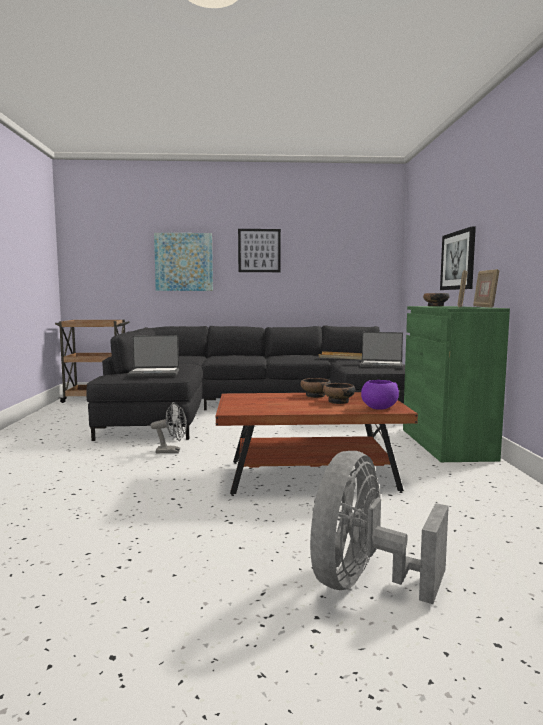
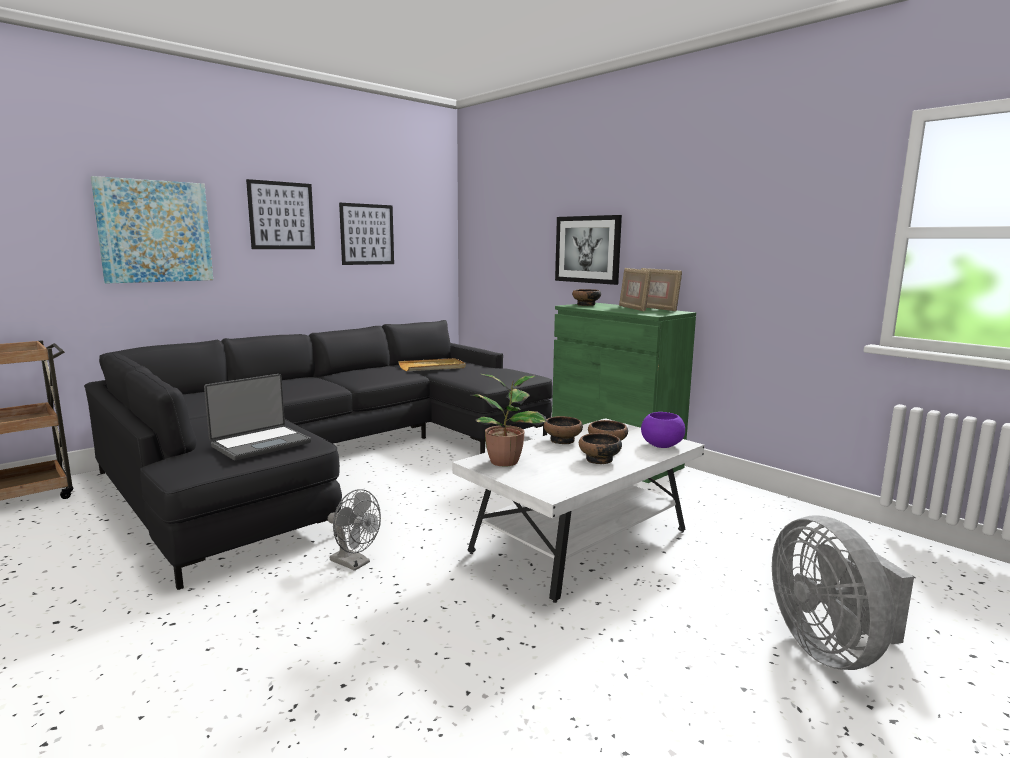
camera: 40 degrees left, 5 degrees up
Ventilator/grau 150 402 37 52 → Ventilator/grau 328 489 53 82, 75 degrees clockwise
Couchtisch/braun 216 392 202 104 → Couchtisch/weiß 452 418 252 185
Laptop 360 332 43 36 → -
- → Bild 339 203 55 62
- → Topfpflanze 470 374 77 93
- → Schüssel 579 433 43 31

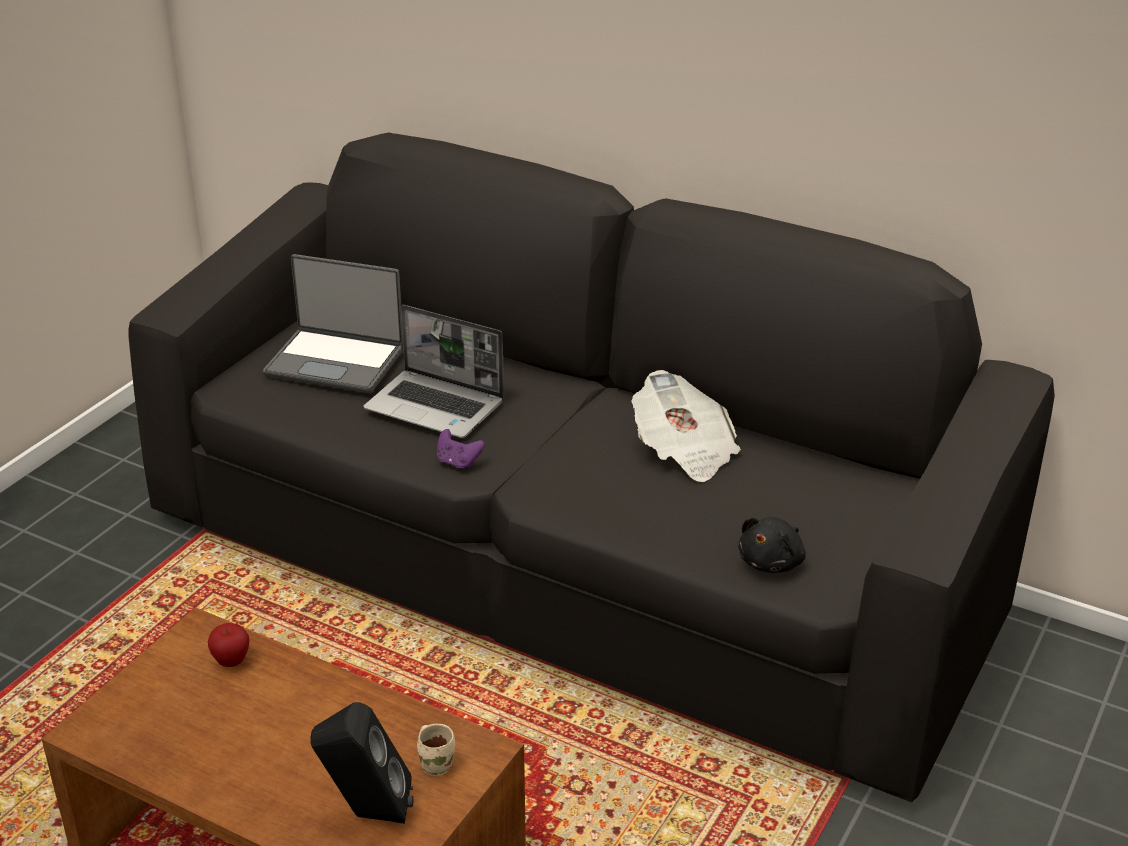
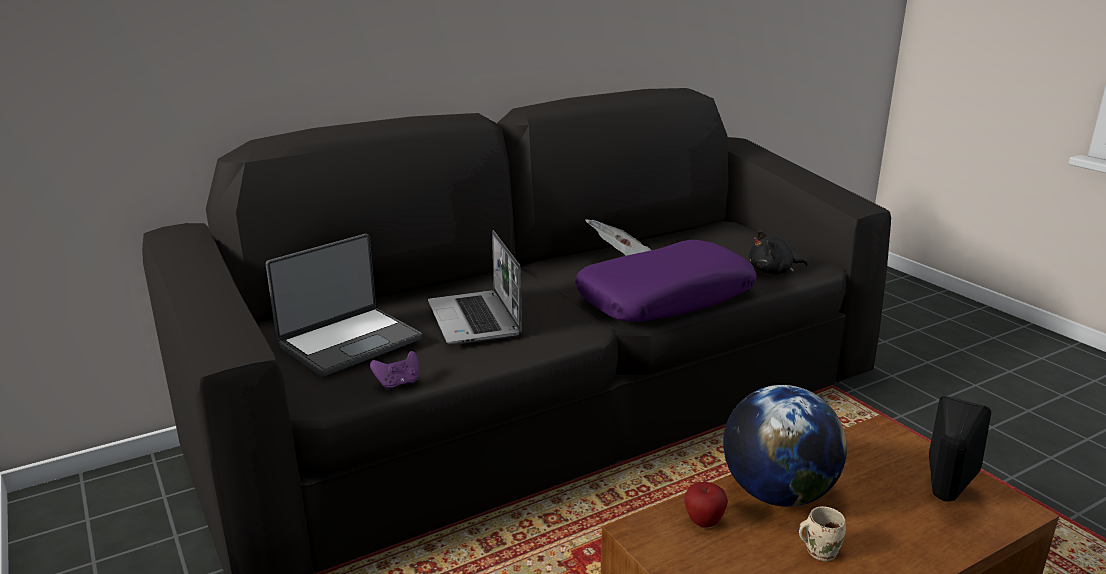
camera: 60 degrees left, 10 degrees down
Laptop 363 305 141 133 → Laptop 428 230 94 114, 105 degrees clockwise
Henkelbecher/beige 417 724 38 52 → Henkelbecher/beige 798 506 48 55, shifted
Gamepad/lila 437 429 48 41 → Gamepad/lila 370 351 49 39, shifted
Plüschtier/schwarz 738 517 68 56 → Plüschtier/schwarz 749 231 59 43, 105 degrees clockwise
- → Kissen/lila 575 240 182 82
- → Globus 723 385 124 122

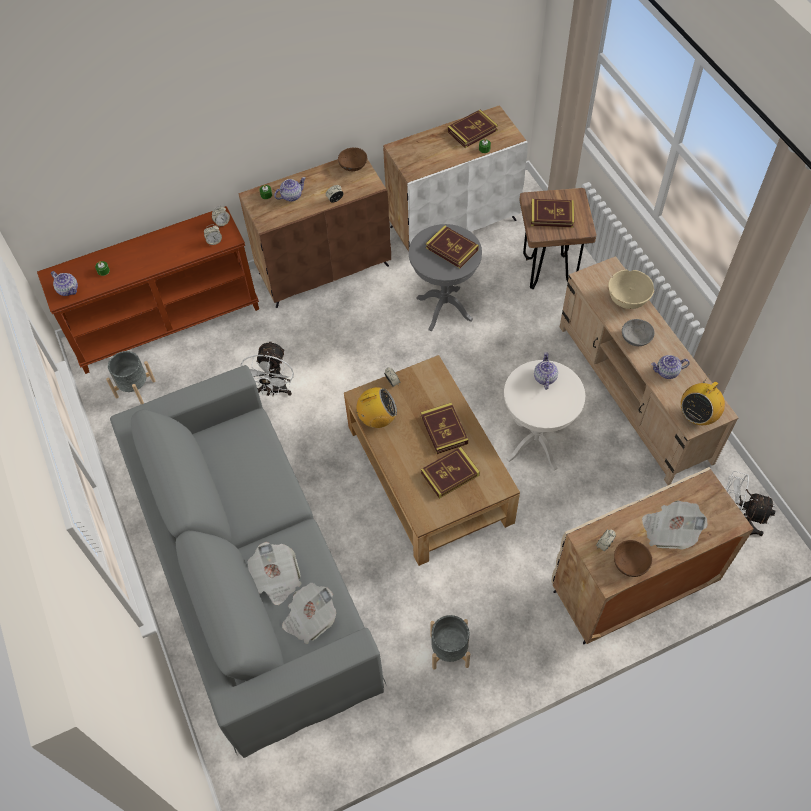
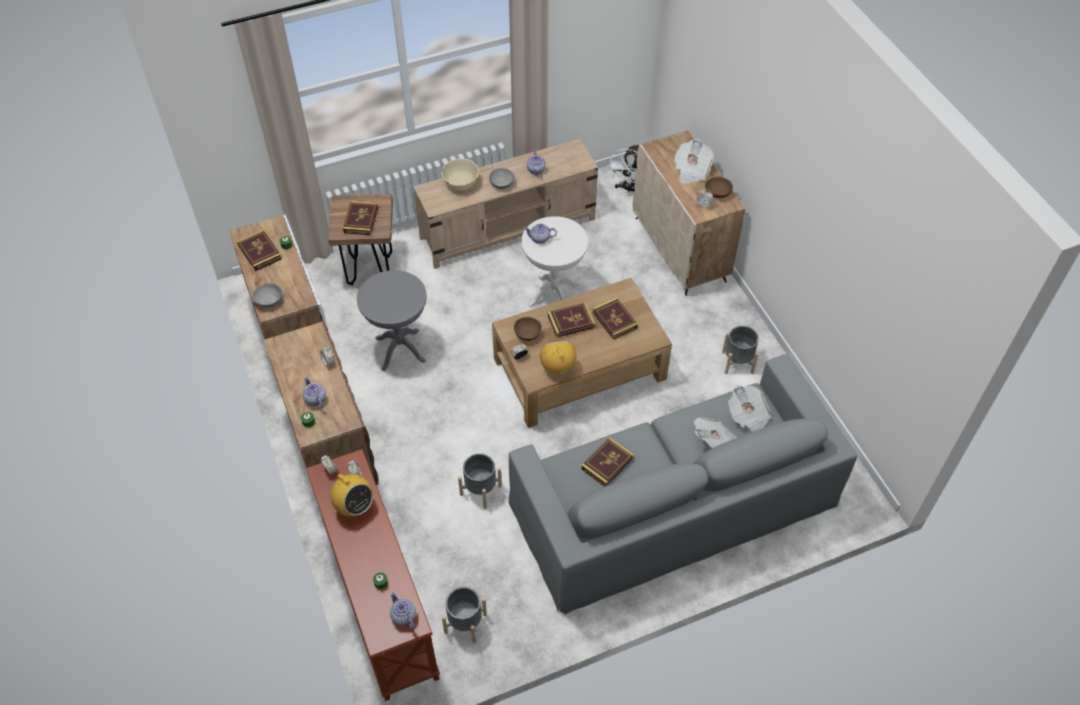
camera: 90 degrees left, 5 degrees down
Teekanne 51 271 27 25 → Teekanne 390 592 26 38, 75 degrees counterclockwise
Ventilator/weiß 241 340 53 56 → Pflanzkübel/grau 458 453 44 56
Schüssel/braun 338 148 29 23 → Schüssel/braun 514 317 28 24, shifted
Buch 426 225 53 43 → Buch 582 438 52 48, shifted
Radio 681 374 44 51 → Radio 326 474 47 43, shifted
- → Schüssel/grau 252 283 30 25

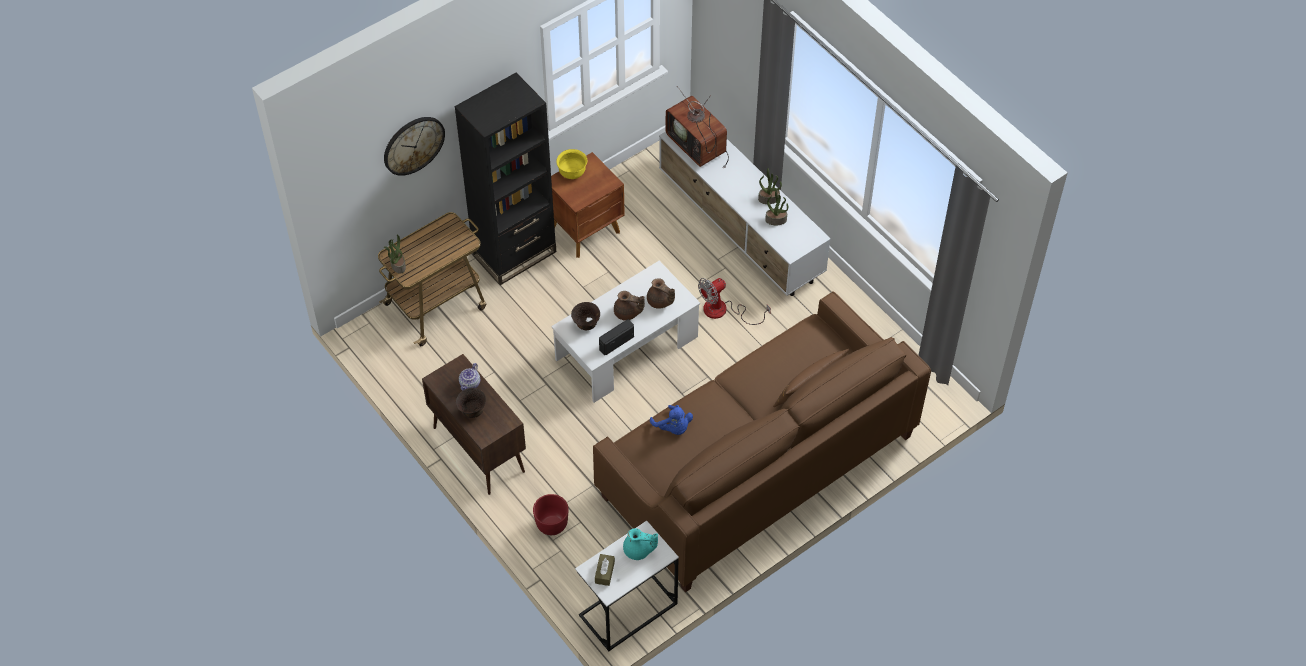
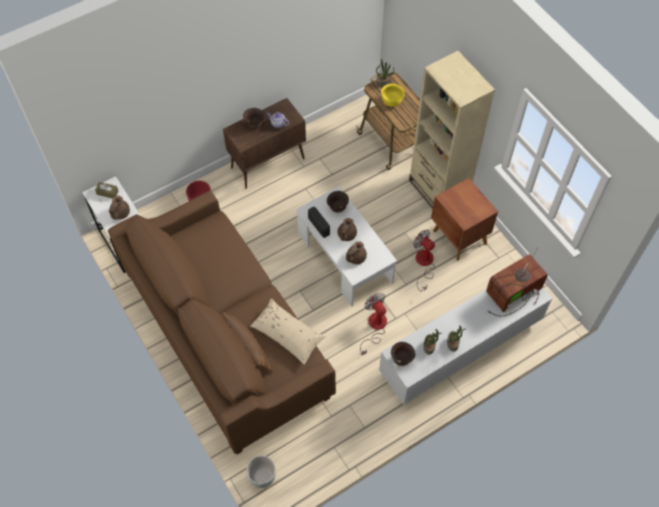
camera: 95 degrees right, 5 degrees up
Wanduhr 384 117 61 59 → -
Bücherregal/schwarz 454 73 102 212 → Bücherregal/beige 409 51 86 158
Schüssel/gelb 556 149 31 30 → Schüssel/gelb 381 84 24 23, shifted
Teekanne/türkis 623 528 35 32 → Teekanne/braun 109 196 21 24
Plüschtier/blau 650 405 43 30 → -
- → Pflanzkübel/grau 246 455 30 33
- → Kissen/beige 250 299 76 66
- → Schüssel/braun 391 342 24 24
- → Ventilator 413 229 22 63

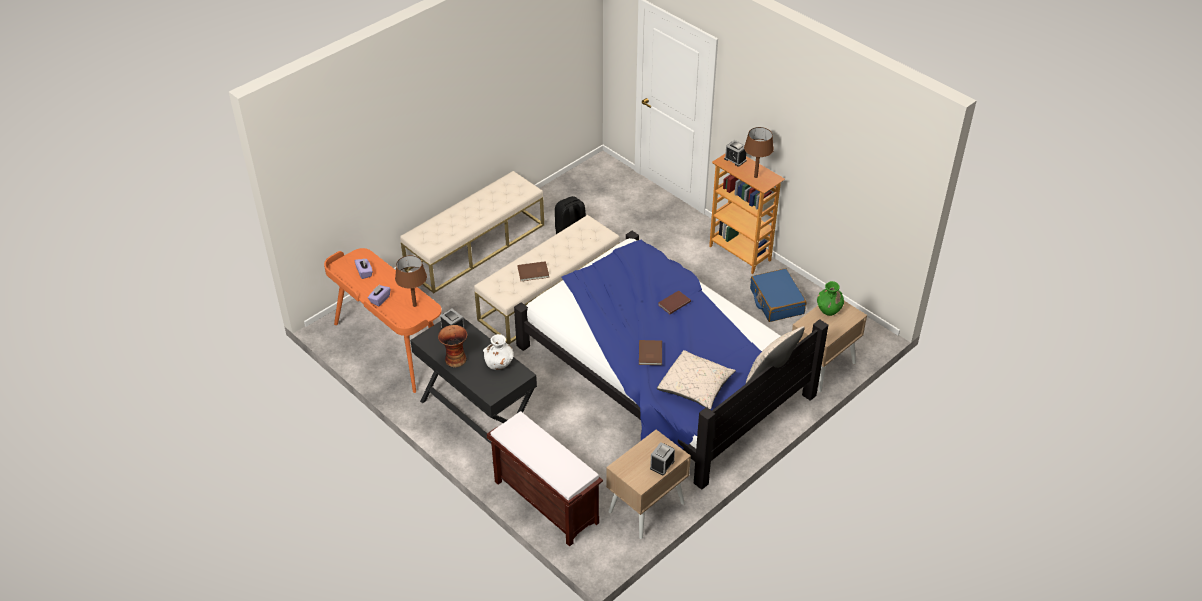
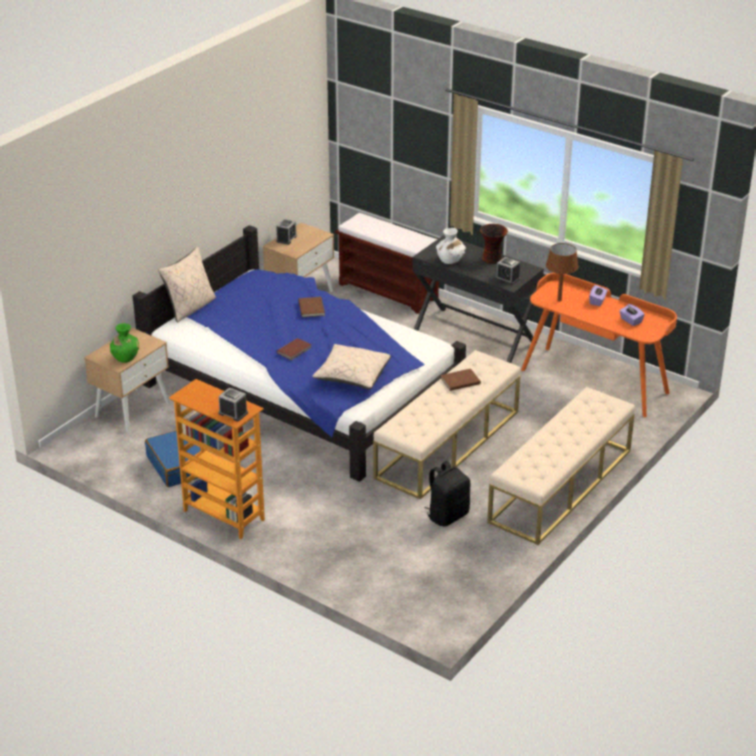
camera: 170 degrees right, 10 degrees down
Kissen/beige 657 350 79 59 → Kissen/beige 312 344 79 46, shifted
Tischlampe/braun 744 127 30 51 → -

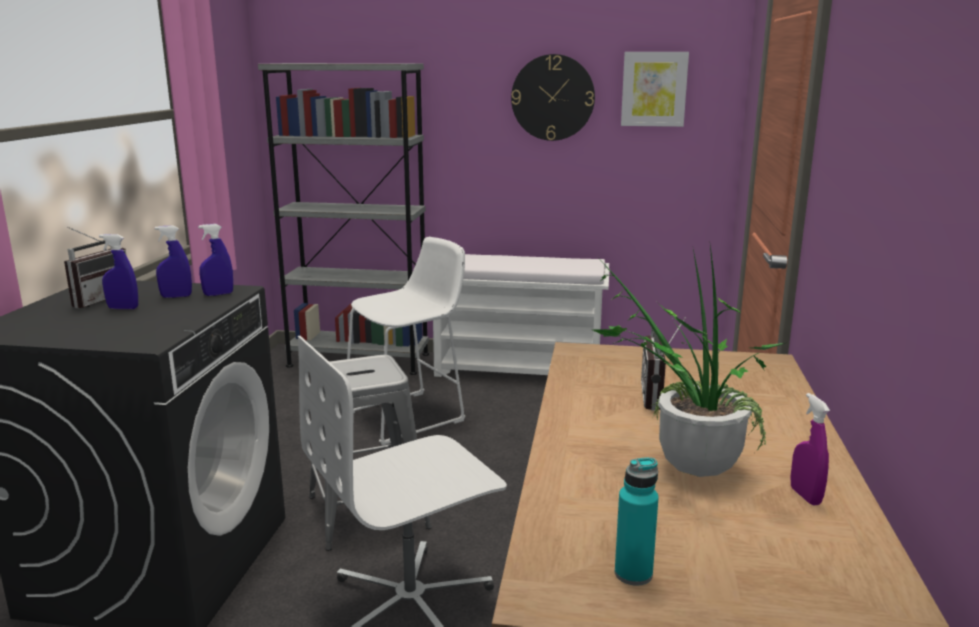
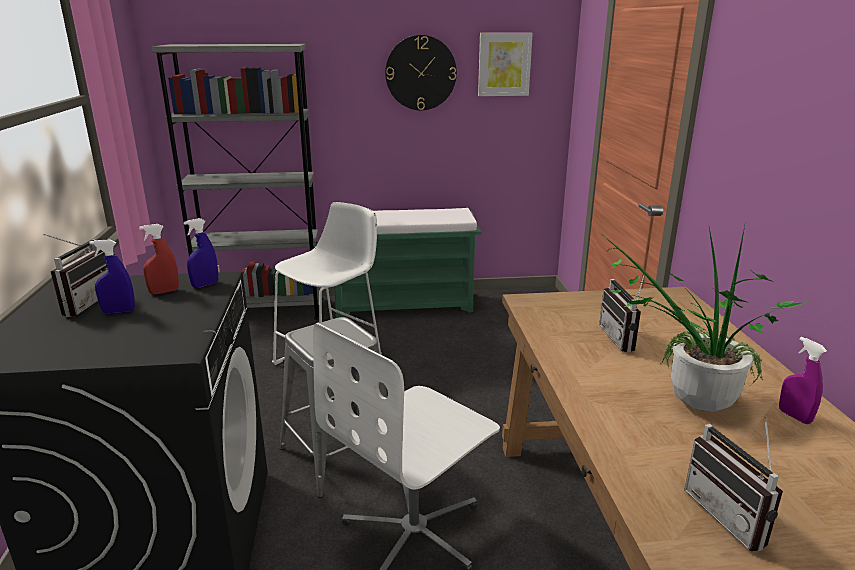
camera: 15 degrees left, 5 degrees up
Sprühflasche/blau 155 226 37 72 → Sprühflasche/rot 139 224 40 71
Bank/weiß 433 254 176 123 → Bank/grün 334 208 148 110
Flasche/türkis 615 457 44 129 → Radio 684 416 99 135

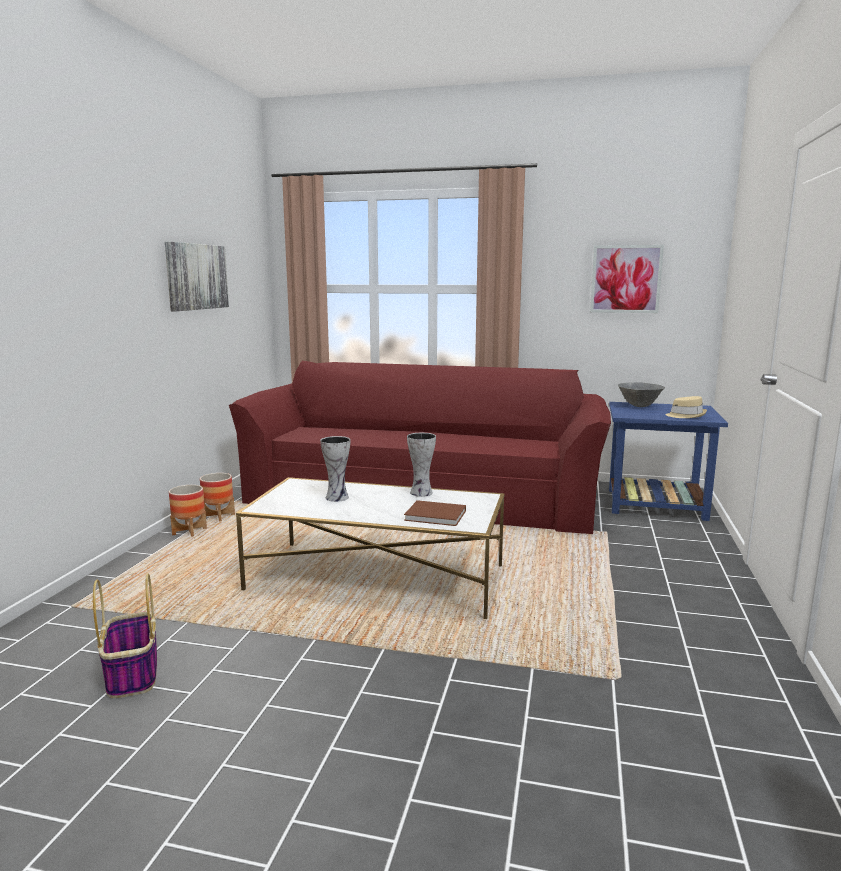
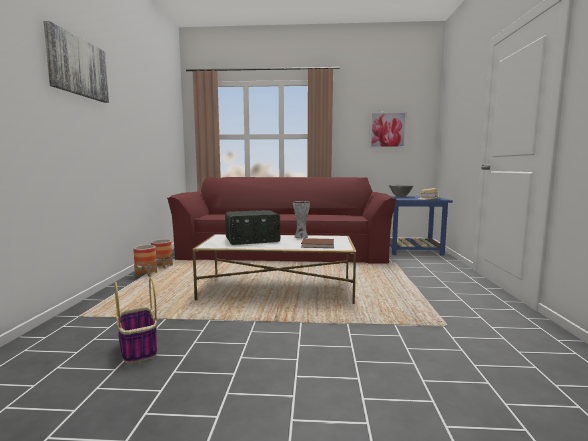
camera: 10 degrees left, 5 degrees down
Bild 165 242 64 69 → Bild 43 21 66 82, shifted
Vase 320 436 30 66 → Radio 225 210 55 35

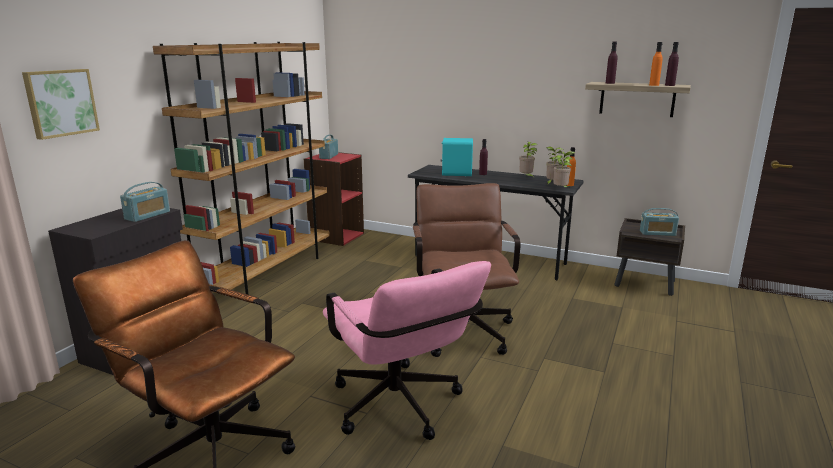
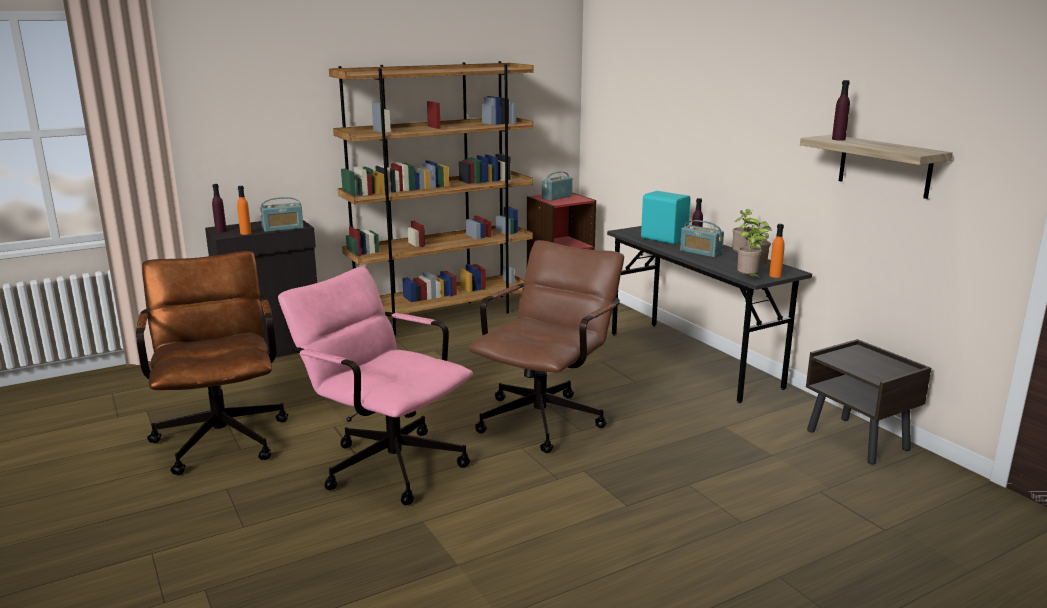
camera: 35 degrees right, 0 degrees up
Bild 22 69 78 71 → -
Bürostuhl/rosa 323 261 168 179 → Bürostuhl/rosa 278 266 195 239, 120 degrees clockwise
Radio 640 208 39 28 → Radio 680 220 44 37, shifted
Flasche/orange 649 42 14 44 → Flasche/orange 237 186 14 49, shifted
Flasche/lila 665 42 14 44 → Flasche/lila 212 184 15 48, shifted

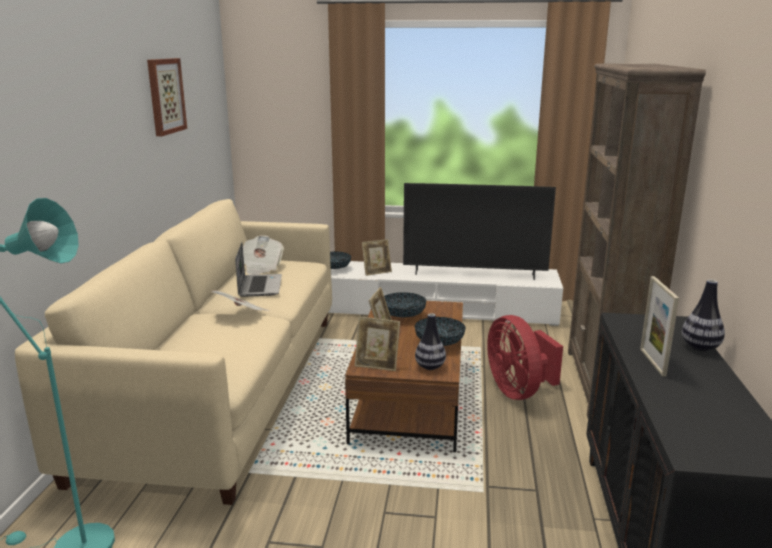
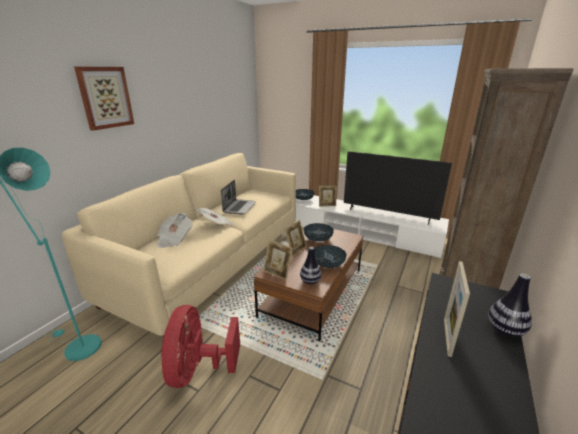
camera: 20 degrees right, 5 degrees up
Bild 147 58 40 78 → Bild 74 67 60 64, shifted
Zeitung 243 235 41 40 → Zeitung 156 213 37 35, shifted
Ventilator/rot 487 315 76 85 → Ventilator/rot 161 305 79 83, shifted

